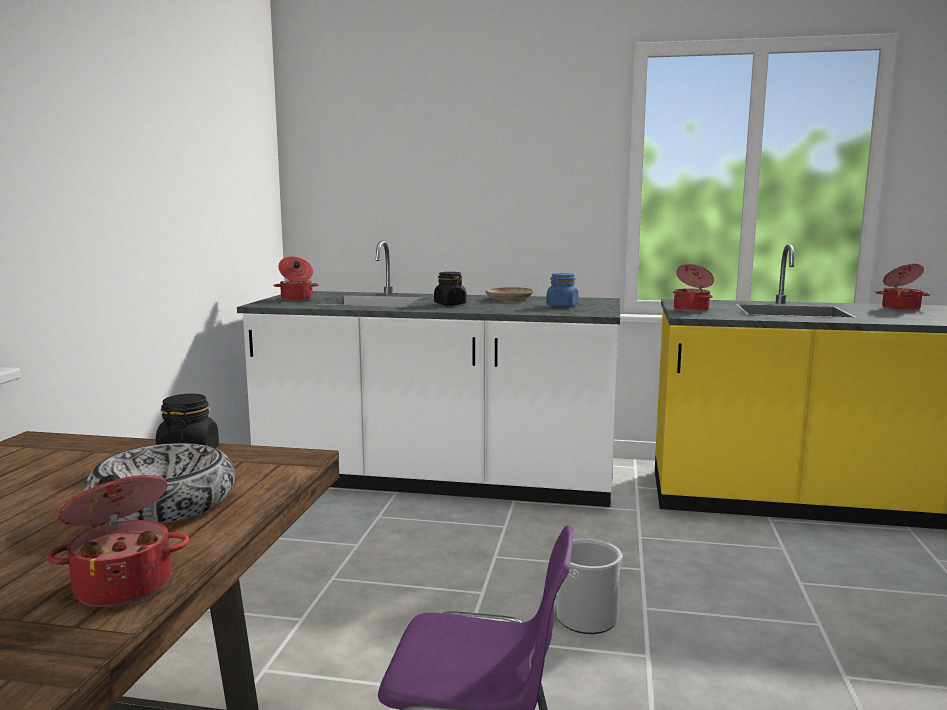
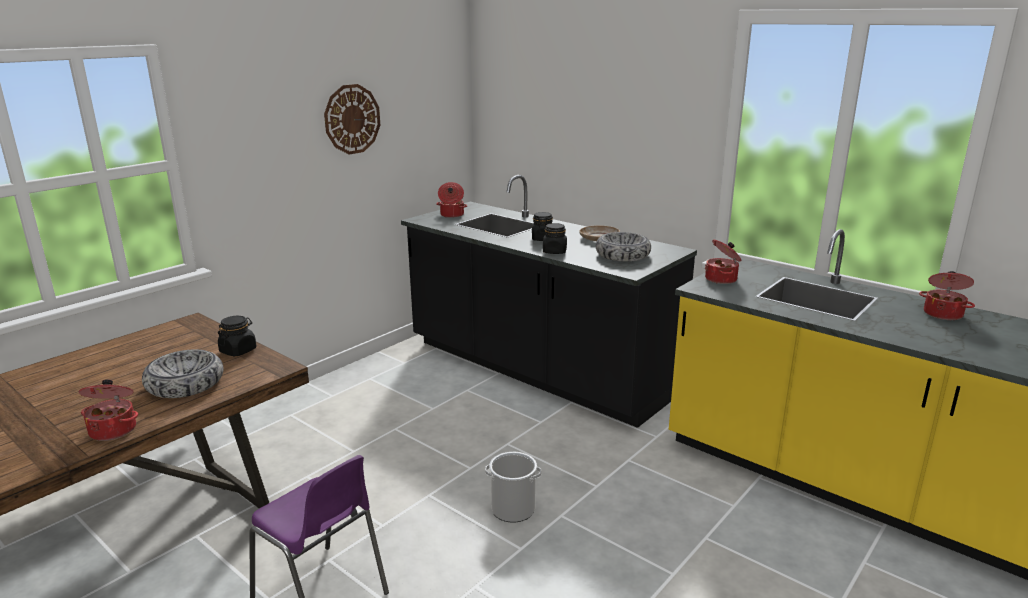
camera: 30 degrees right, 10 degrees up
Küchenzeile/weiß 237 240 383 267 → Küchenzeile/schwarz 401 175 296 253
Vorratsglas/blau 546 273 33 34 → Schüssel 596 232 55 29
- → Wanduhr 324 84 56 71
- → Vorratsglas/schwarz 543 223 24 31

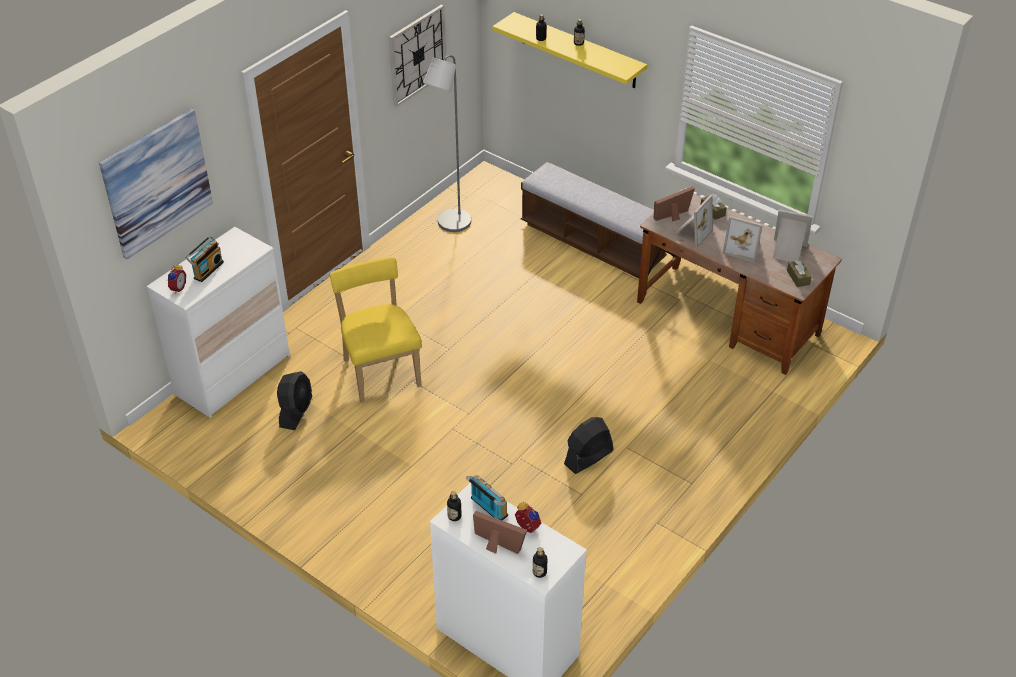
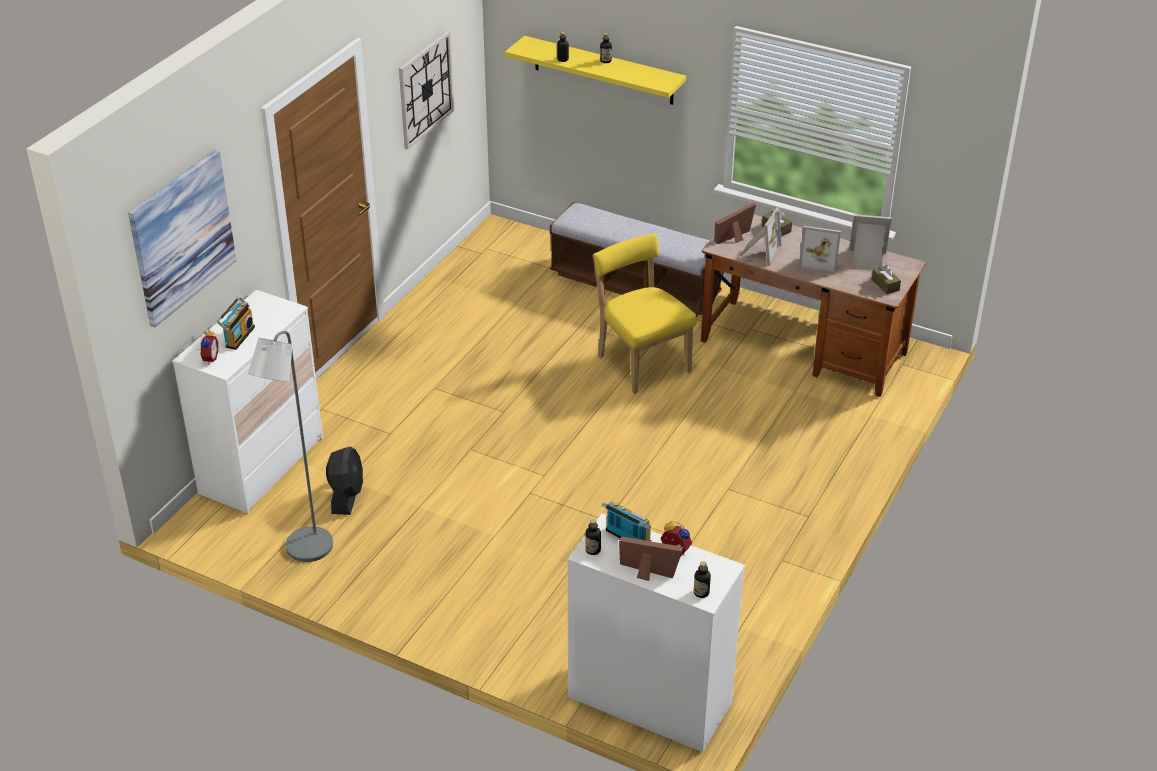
camera: 10 degrees left, 5 degrees down
Stuhl/gelb 330 257 91 146 → Stuhl/gelb 593 234 103 160, shifted
Stehlampe/grau 423 55 48 177 → Stehlampe/grau 248 331 85 231, shifted
Ventilator/schwarz 564 417 49 57 → -

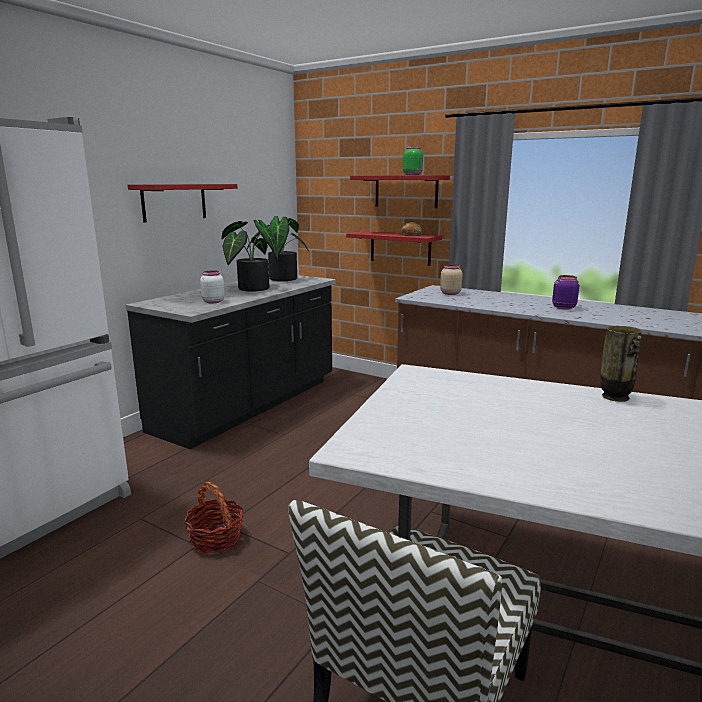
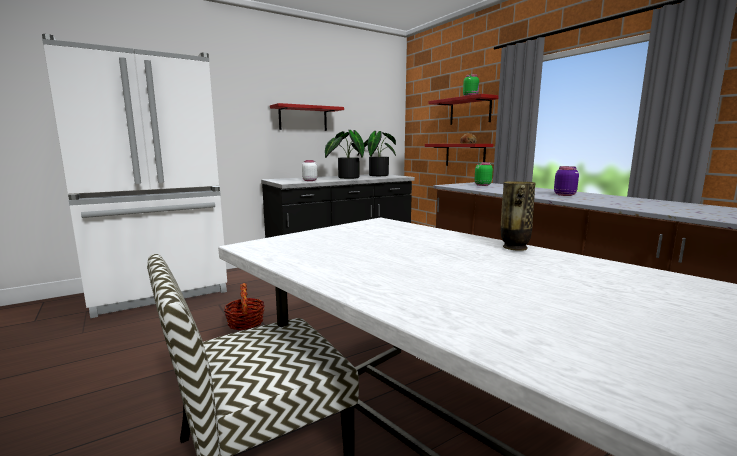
camera: 25 degrees right, 5 degrees down
Vorratsglas/beige 440 265 22 30 → Vorratsglas/grün 474 162 19 24

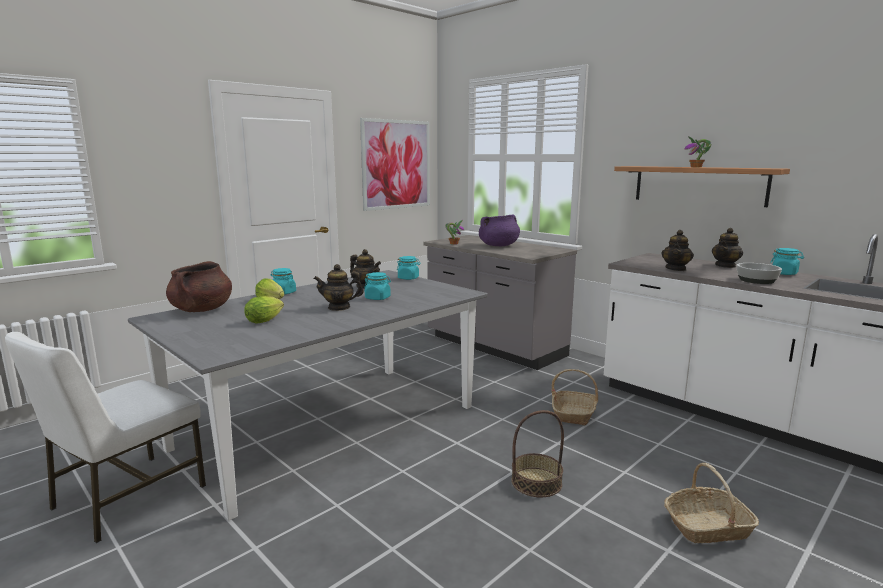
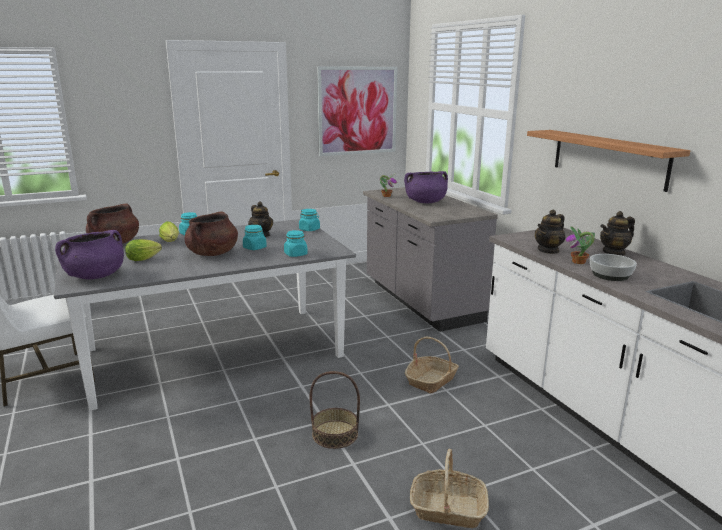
camera: 20 degrees right, 5 degrees up
Teekanne 313 264 51 47 → Kochtopf/braun 185 212 53 44
Topfpflanze 685 136 27 31 → Topfpflanze 566 226 29 38, shifted
Vorratsglas/türkis 770 248 34 27 → Vorratsglas/türkis 284 230 24 27, shifted
- → Kochtopf/lila 55 230 69 49

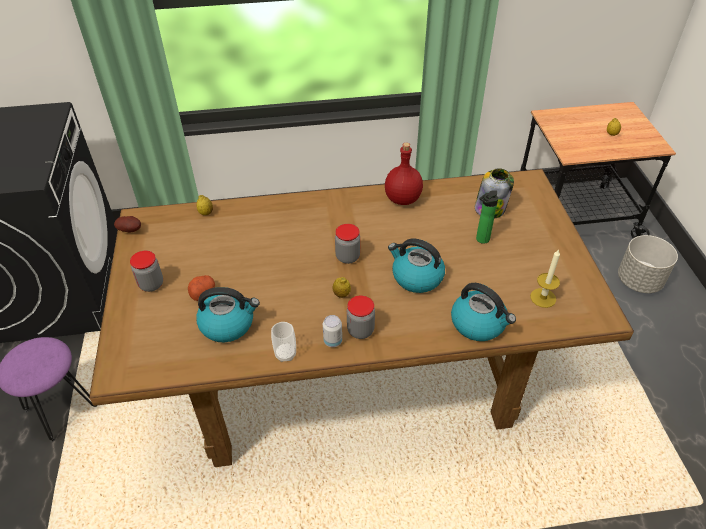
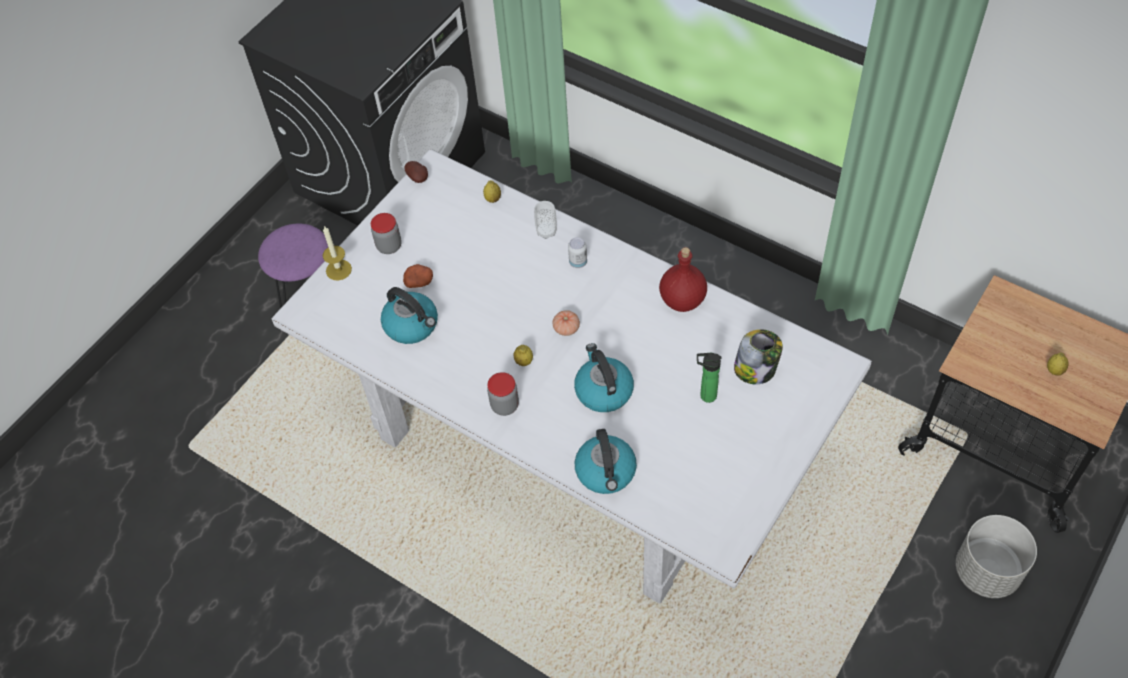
camera: 45 degrees right, 10 degrees up
Esstisch/braun 89 169 545 298 → Esstisch/weiß 272 149 600 455
Tasse 271 322 25 40 → Tasse 534 201 23 38, shifted
Dose 323 315 19 32 → Dose 568 237 19 31, shifted
Vorratsglas 335 224 25 40 → Tomate 553 310 27 26
Kerze 530 249 30 59 → Kerze 323 226 29 54, shifted

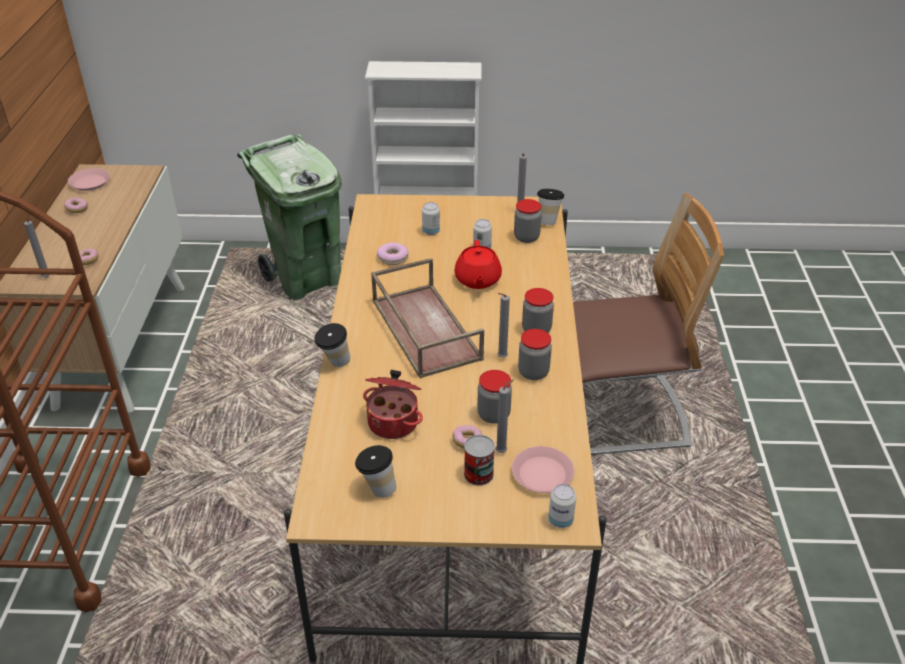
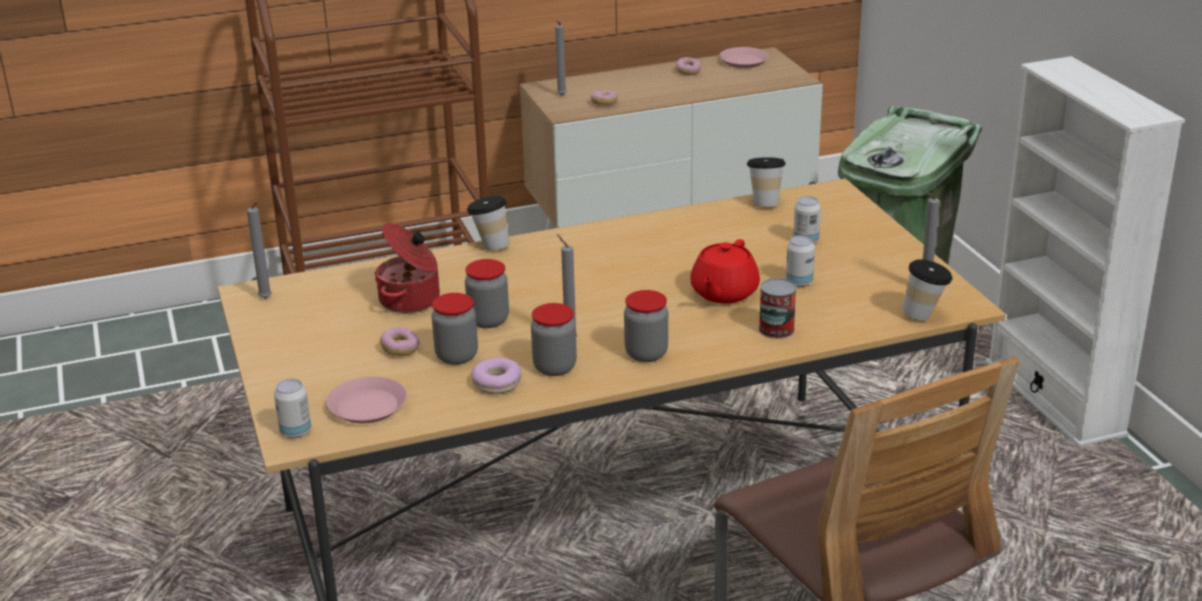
camera: 70 degrees right, 10 degrees down
Tasse 355 445 41 53 → Tasse 747 157 39 50, shifted
Tablett/braun 371 258 113 120 → -
Donut 377 242 31 23 → Donut 471 358 50 36, shifted
Teekanne/rot 454 240 48 49 → Teekanne/rot 690 239 70 65, 45 degrees counterclockwise
Dose 464 435 31 51 → Dose 759 278 38 61, shifted
Kerze/grau 496 380 18 73 → Kerze/grau 247 202 25 97, shifted
Vorratsglas 514 199 28 44 → Vorratsglas 465 259 44 69, shifted

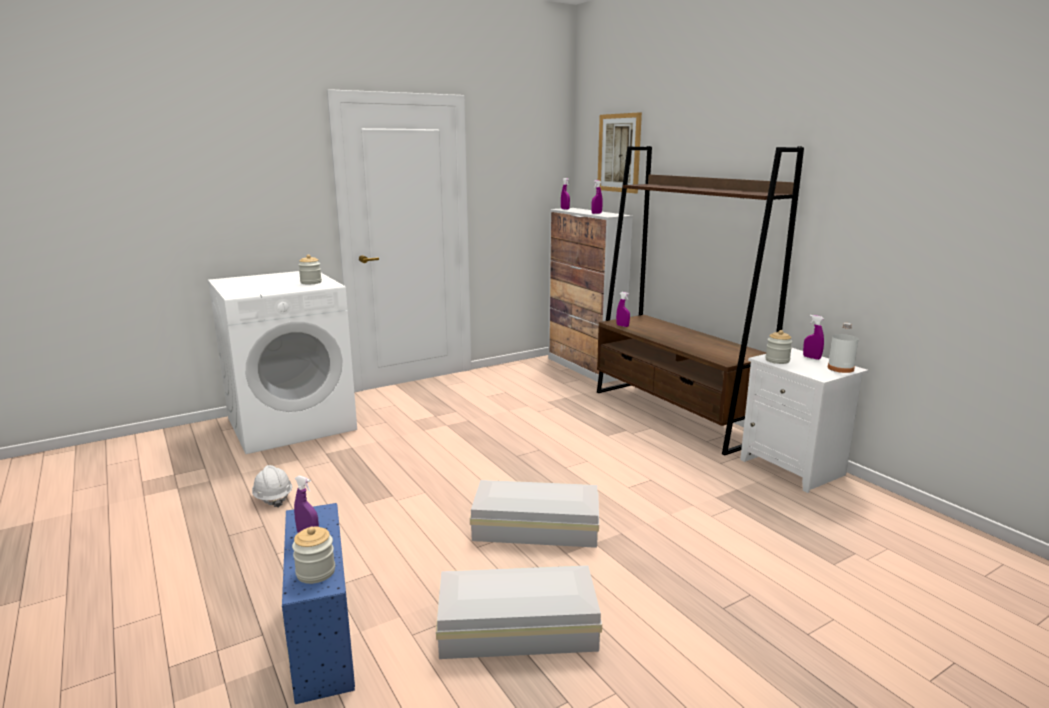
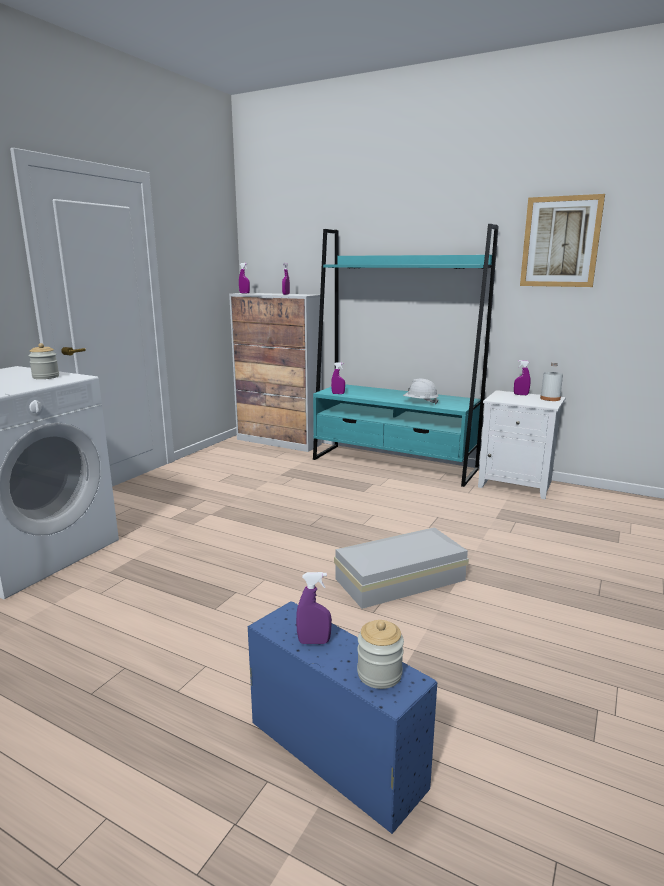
camera: 30 degrees left, 0 degrees up
Schutzhelm/weiß 252 465 40 43 → Schutzhelm/weiß 403 378 36 26, shifted
Aufbewahrungsbox/weiß 436 565 166 94 → -
Bücherregal/braun 597 146 207 310 → Bücherregal/türkis 313 224 186 263
Bild 598 112 44 81 → Bild 520 194 85 93, shifted
Vorratsglas 765 330 27 34 → -

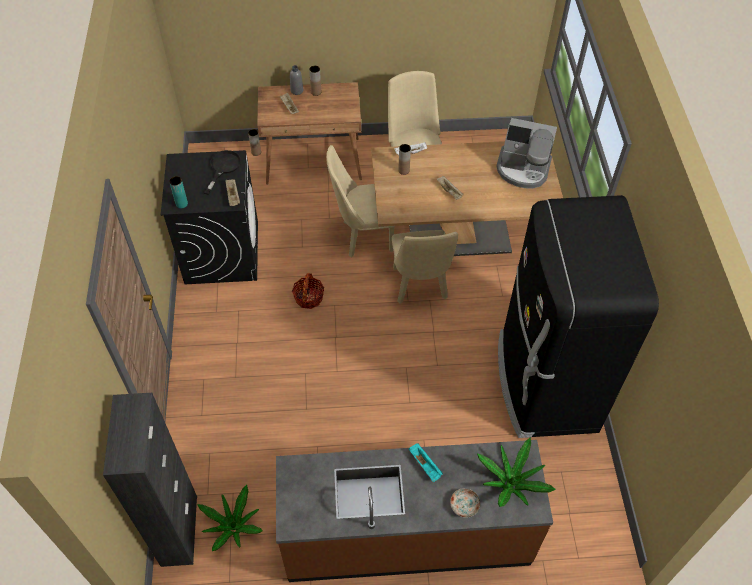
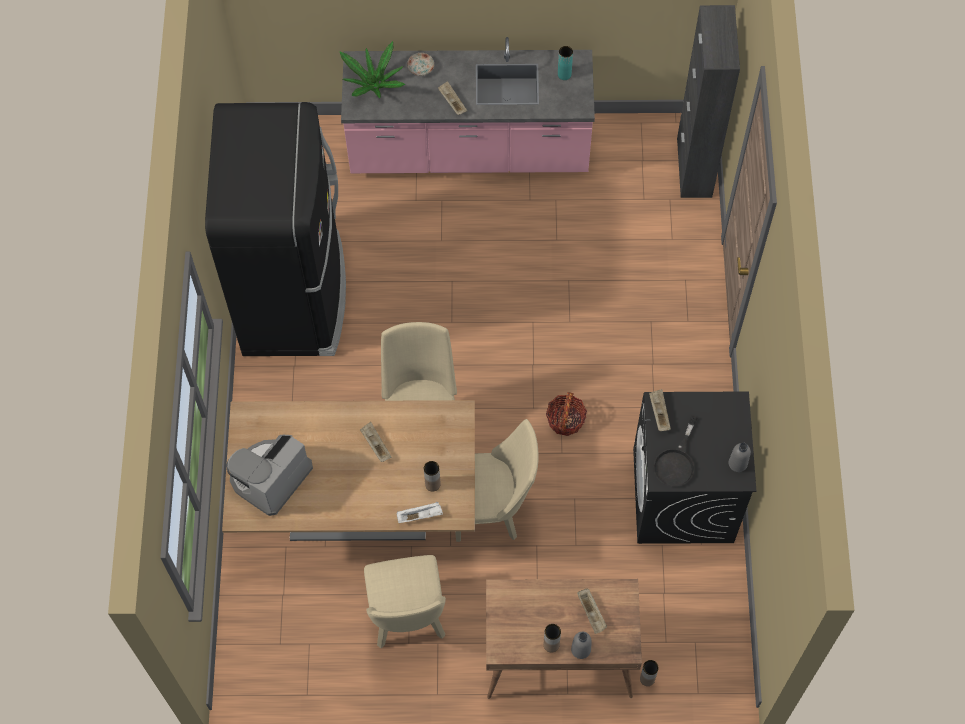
camera: 175 degrees left, 10 degrees up
Vase/türkis 169 176 19 33 → Vase/türkis 558 46 15 34, shifted
Topfpflanze 197 485 66 66 → -
Küchenzeile/braun 276 440 277 142 → Küchenzeile/rosa 341 37 254 136
Tablett/türkis 409 444 34 38 → Tablett/beige 438 81 29 34
Kaffeemaschine 496 118 61 71 → Kaffeemaschine 226 435 87 81, 75 degrees counterclockwise
- → Flasche/grau 729 443 22 29

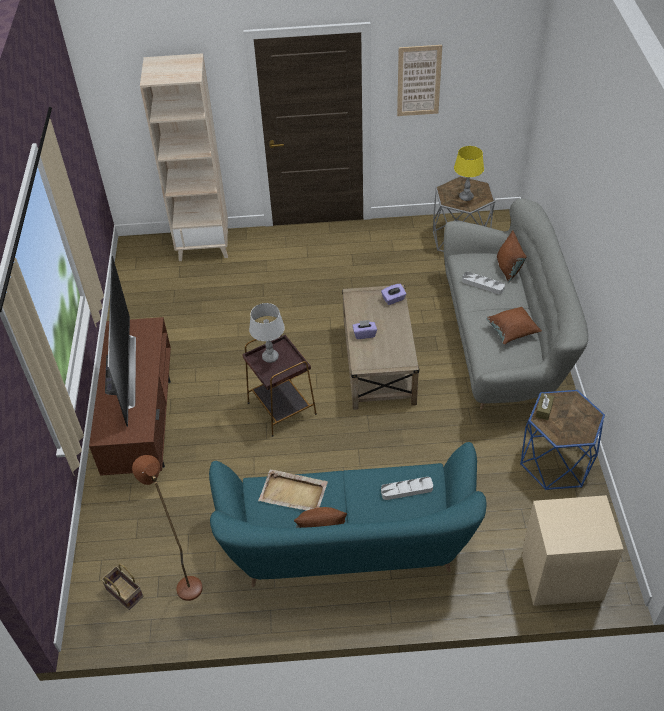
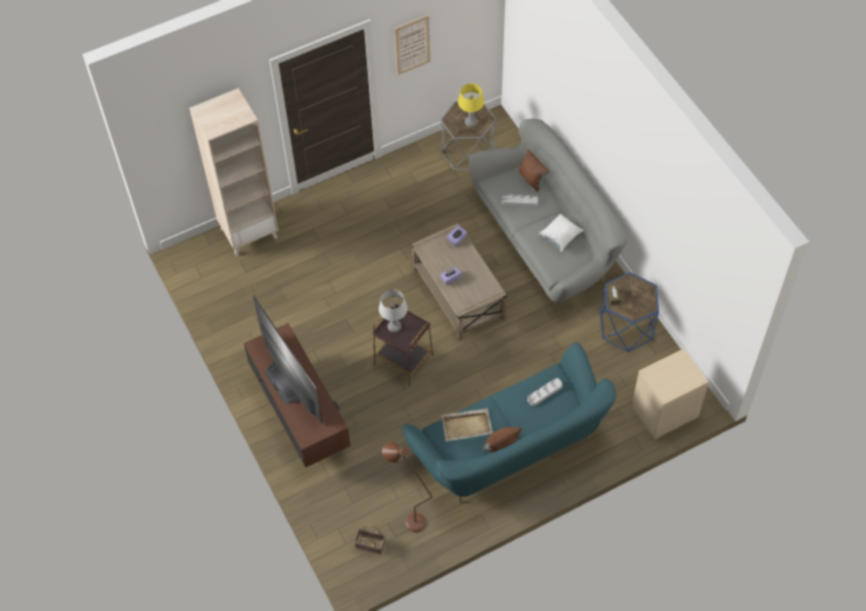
camera: 25 degrees left, 10 degrees up
Kissen/braun 486 307 56 37 → Kissen/weiß 539 214 45 38

